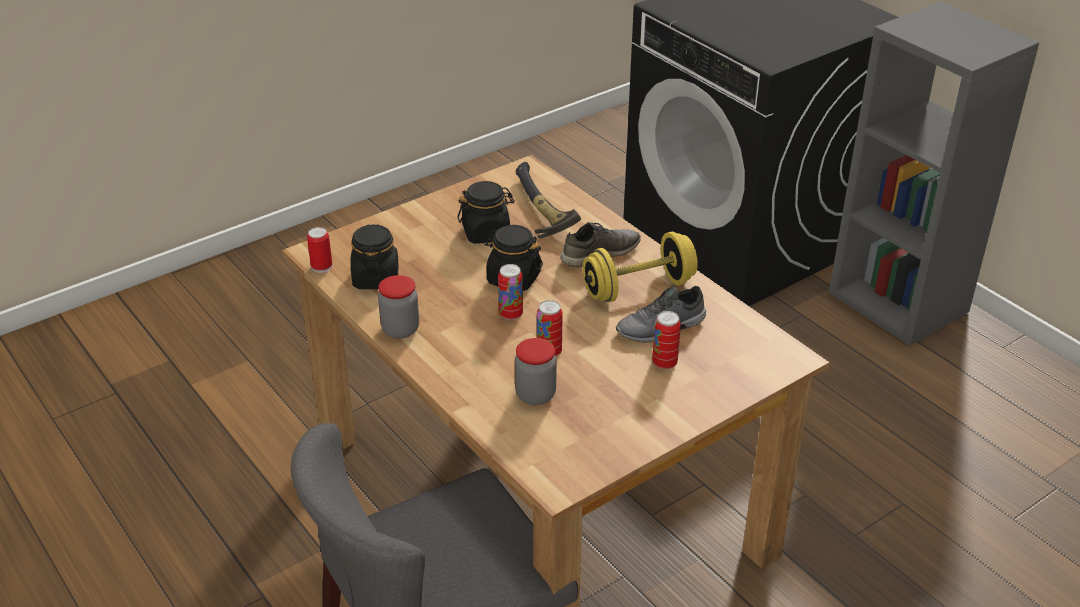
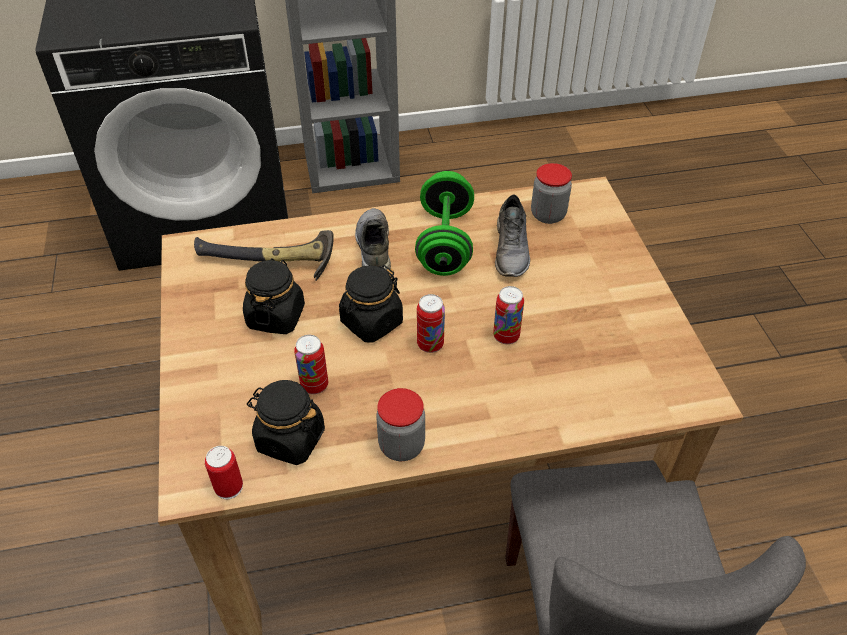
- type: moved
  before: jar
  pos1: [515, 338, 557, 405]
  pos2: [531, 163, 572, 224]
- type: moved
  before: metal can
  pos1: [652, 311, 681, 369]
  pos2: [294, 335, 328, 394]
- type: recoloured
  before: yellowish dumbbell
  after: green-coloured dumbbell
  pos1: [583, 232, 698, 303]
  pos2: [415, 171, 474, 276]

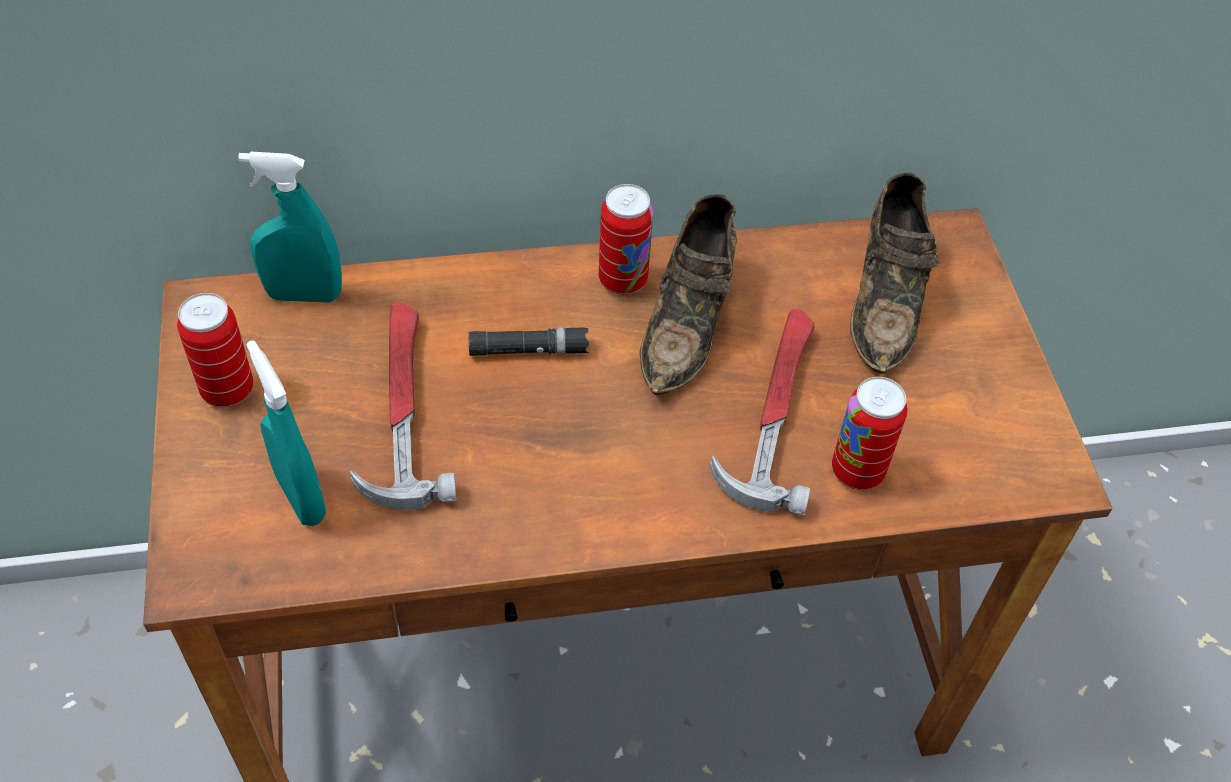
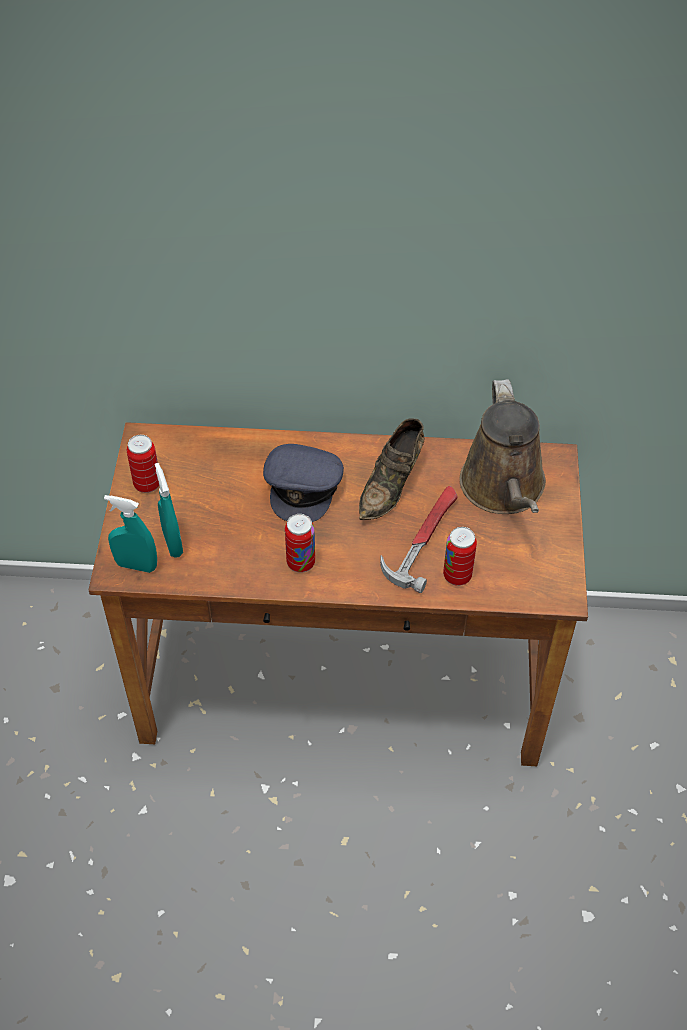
- type: removed
  before: hammer
  pos1: [349, 302, 457, 510]
- type: moved
  before: turquoise hand sprayer
  pos1: [238, 151, 342, 303]
  pos2: [104, 495, 157, 573]
- type: moved
  before: metal can
  pos1: [599, 184, 653, 295]
  pos2: [285, 514, 315, 573]
- type: replaced
  before: blackish torch
  after: greyish peaked cap
  pos1: [469, 327, 589, 356]
  pos2: [263, 444, 344, 522]
- type: replaced
  before: brown shoe
  after: brown watering pot
  pos1: [850, 172, 940, 374]
  pos2: [460, 379, 546, 514]

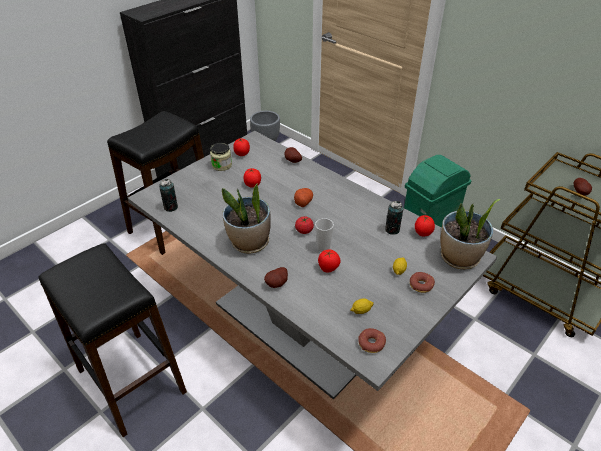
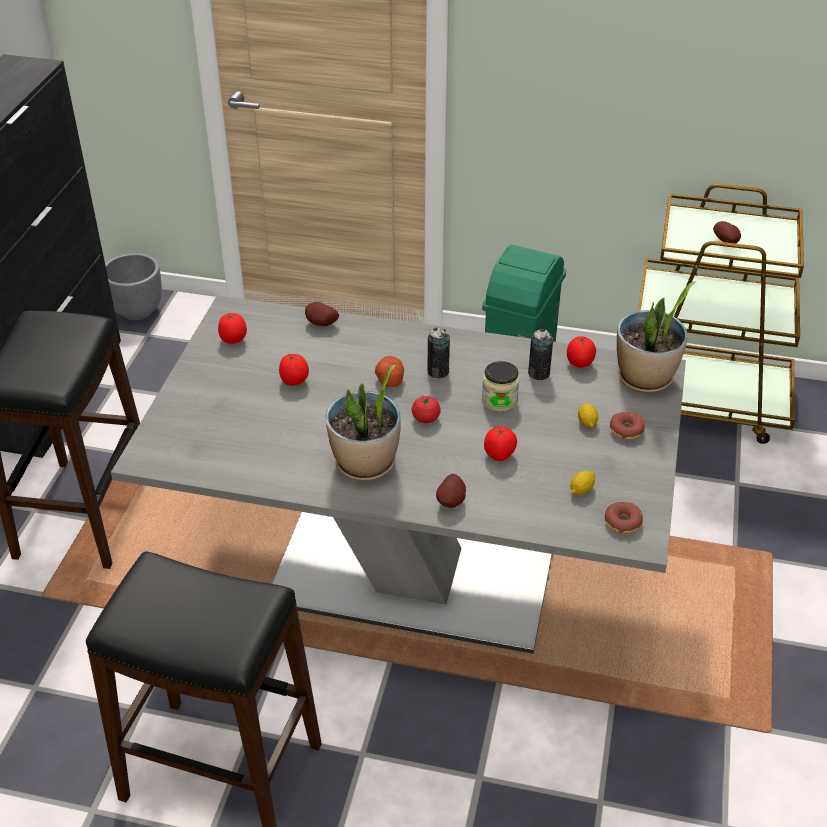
- type: removed
  before: drinking cup
  pos1: [315, 218, 334, 252]
- type: moved
  before: metal can
  pos1: [159, 179, 178, 212]
  pos2: [427, 327, 450, 378]
- type: moved
  before: jar
  pos1: [210, 143, 232, 171]
  pos2: [482, 361, 520, 412]

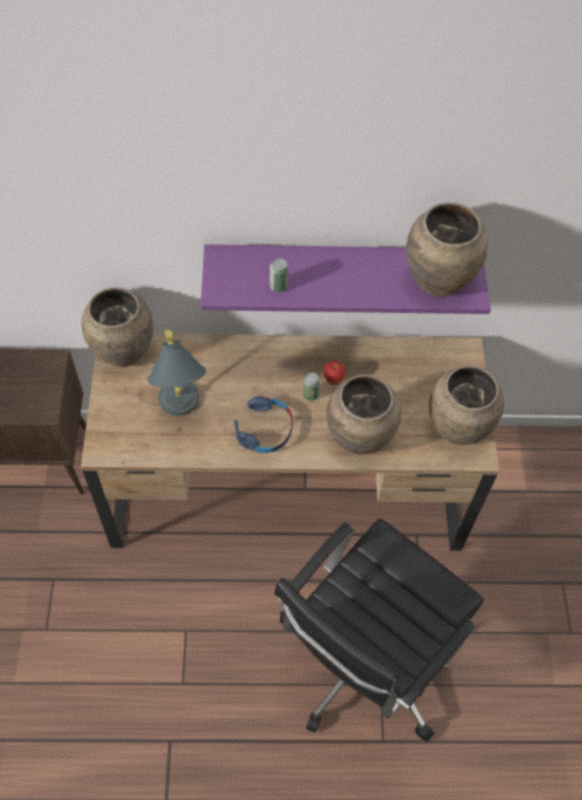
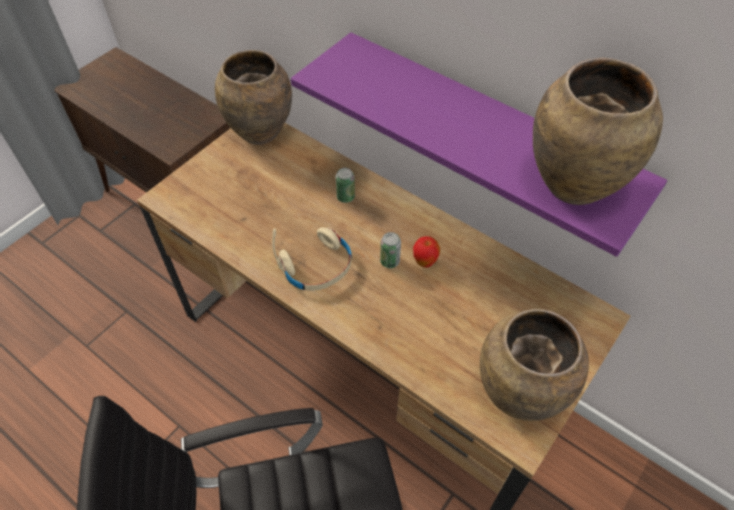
- type: removed
  before: greyish lamp for a table
  pos1: [148, 329, 206, 416]
- type: removed
  before: brown flower vase
  pos1: [327, 374, 401, 455]
- type: moved
  before: metal can
  pos1: [270, 258, 289, 292]
  pos2: [336, 168, 355, 203]
- type: recoloured
  before: bluish headphones
  after: beige headphones
  pos1: [234, 396, 293, 453]
  pos2: [272, 227, 352, 291]

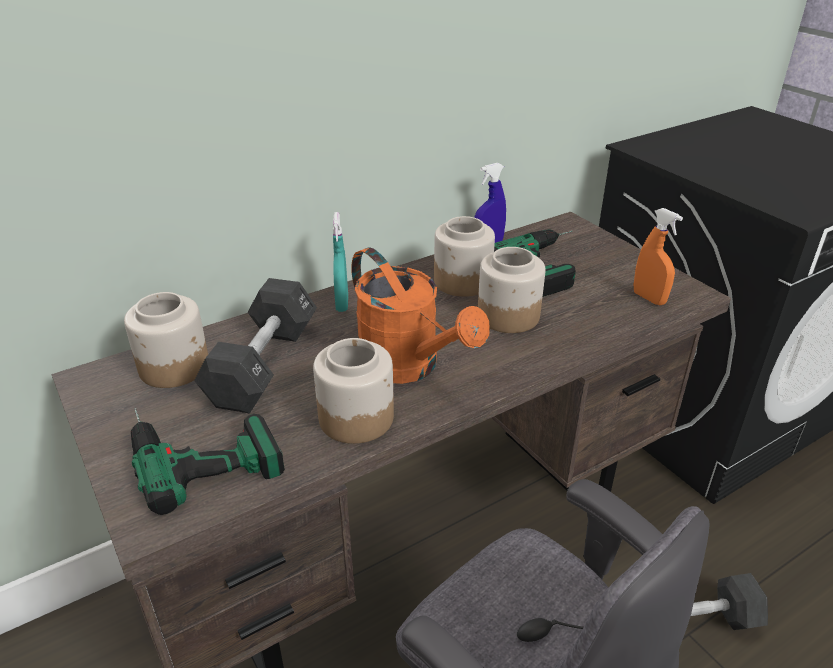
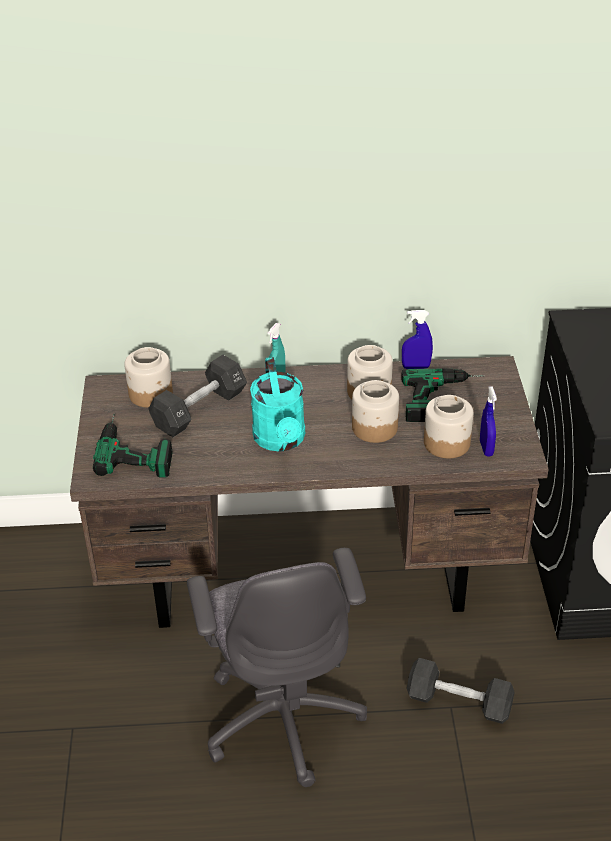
- type: moved
  before: jar
  pos1: [313, 338, 394, 444]
  pos2: [424, 395, 473, 458]
- type: recoloured
  before: orangey watering pot
  after: turquoise watering pot
  pos1: [351, 247, 490, 384]
  pos2: [250, 357, 305, 452]
- type: recoloured
  before: orangey hand sprayer
  after: bluish hand sprayer
  pos1: [634, 208, 683, 305]
  pos2: [480, 386, 497, 456]

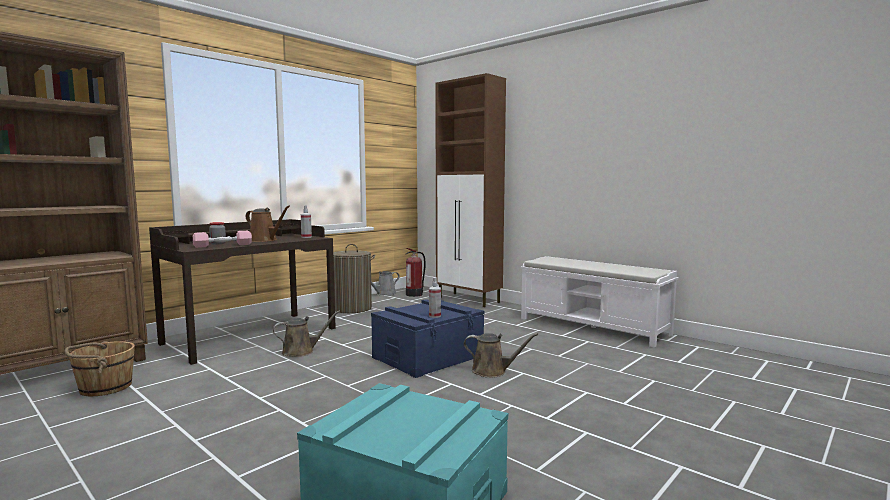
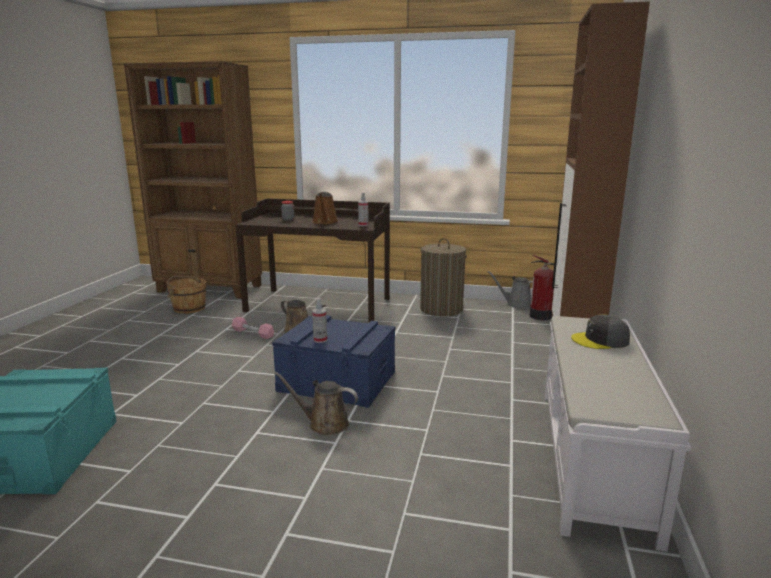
- type: added
  after: greyish peaked cap
  pos2: [571, 314, 630, 349]
- type: moved
  before: pink dumbbell
  pos1: [193, 231, 252, 248]
  pos2: [232, 317, 274, 339]
- type: turned
  before: brown watering pot
  pos1: [464, 333, 538, 378]
  pos2: [274, 372, 358, 435]
  turn: 120

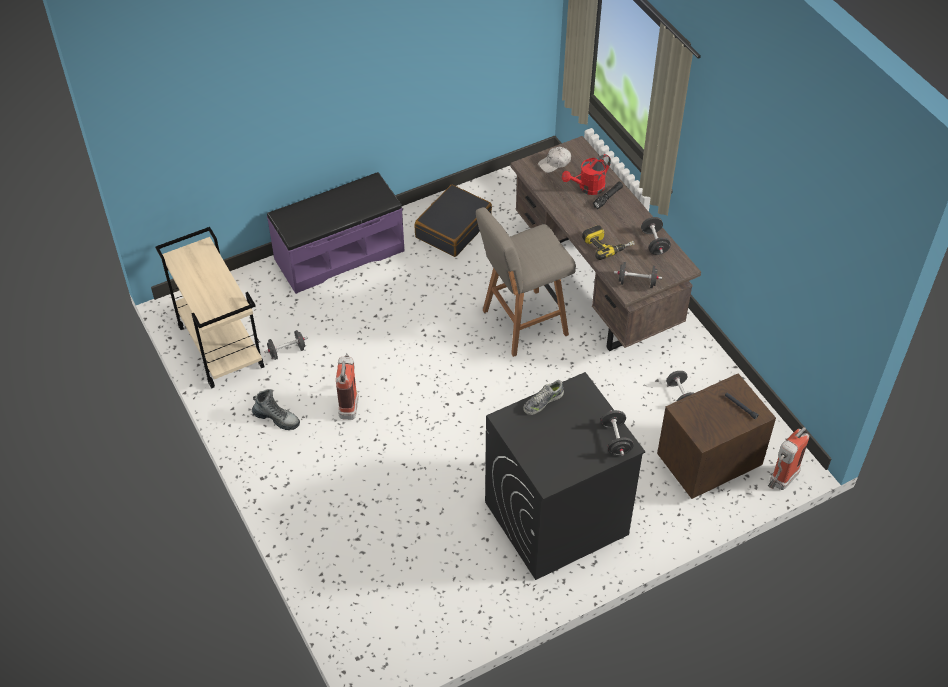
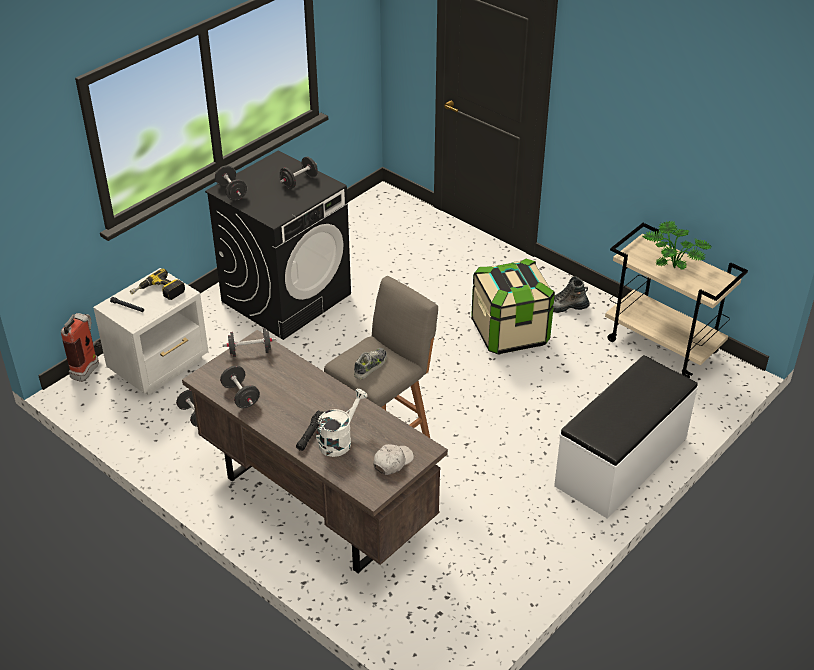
- type: removed
  before: blackish piece of luggage
  pos1: [415, 185, 492, 257]
- type: added
  after: houseplant
  pos2: [643, 221, 712, 270]
- type: moved
  before: blackish dumbbell
  pos1: [264, 330, 308, 360]
  pos2: [280, 157, 318, 189]
- type: moved
  before: shoe
  pos1: [523, 380, 564, 415]
  pos2: [354, 348, 387, 379]
- type: moved
  before: drill
  pos1: [582, 225, 635, 260]
  pos2: [130, 269, 185, 300]
- type: replaced
  before: fire-fighting cylinder
  after: storage box
  pos1: [336, 354, 359, 420]
  pos2: [471, 259, 555, 355]
- type: recoloured
  before: purple-coloured indoor bench
  after: white-coloured indoor bench
  pos1: [267, 172, 404, 294]
  pos2: [554, 355, 698, 519]
- type: recoloured
  before: reddish watering pot
  after: white-coloured watering pot
  pos1: [562, 154, 611, 195]
  pos2: [316, 389, 368, 457]
- type: recoloured
  before: brown nightstand
  after: white-coloured nightstand
  pos1: [657, 373, 776, 499]
  pos2: [93, 268, 209, 395]

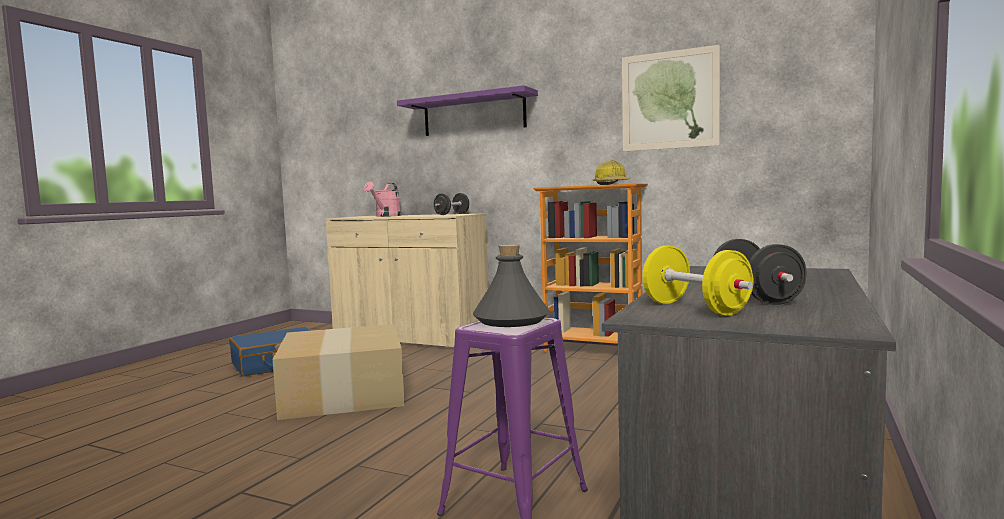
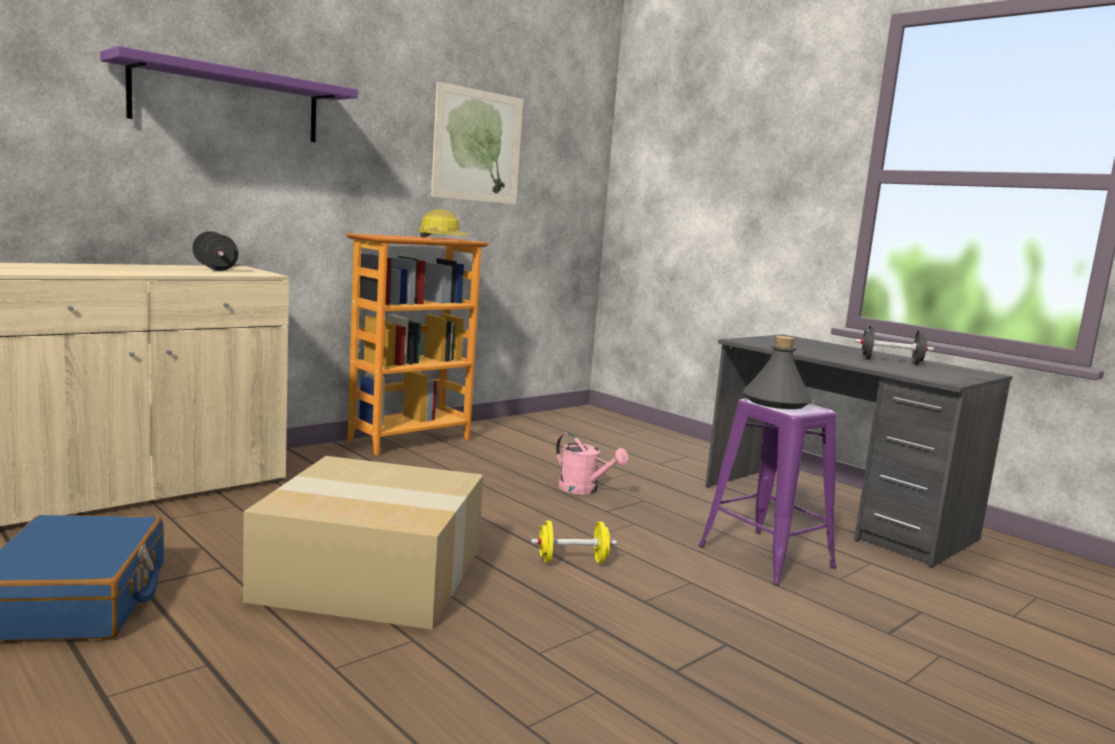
- type: moved
  before: pink watering pot
  pos1: [364, 182, 401, 217]
  pos2: [556, 433, 629, 495]
- type: moved
  before: yellowish dumbbell
  pos1: [642, 245, 754, 316]
  pos2: [531, 521, 617, 563]

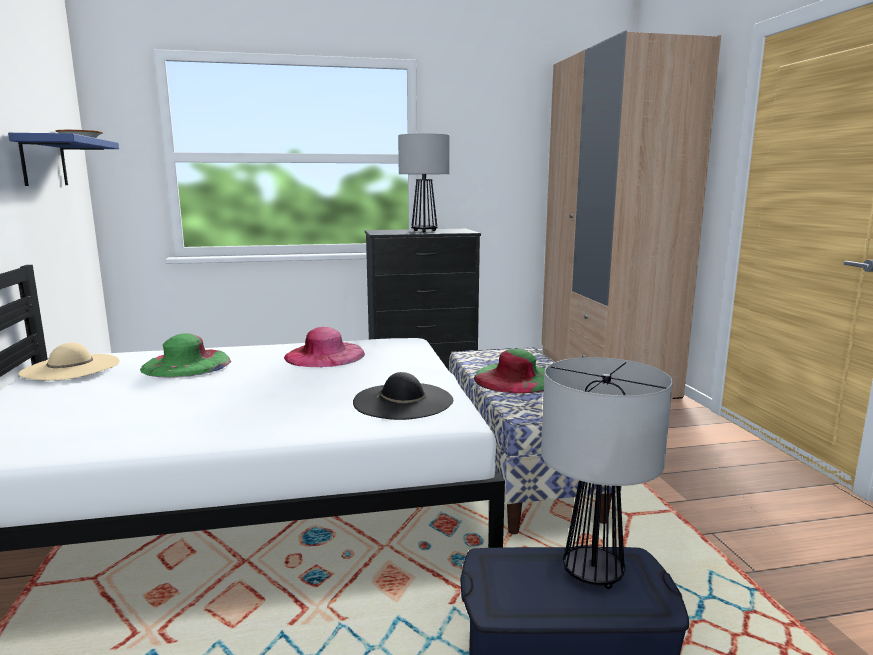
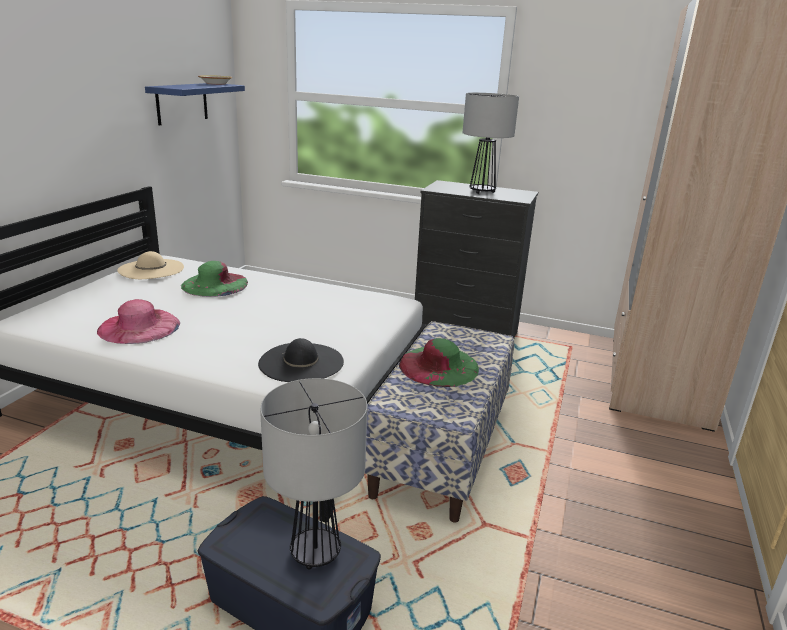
- type: moved
  before: pink hat
  pos1: [284, 327, 365, 367]
  pos2: [97, 299, 180, 344]

